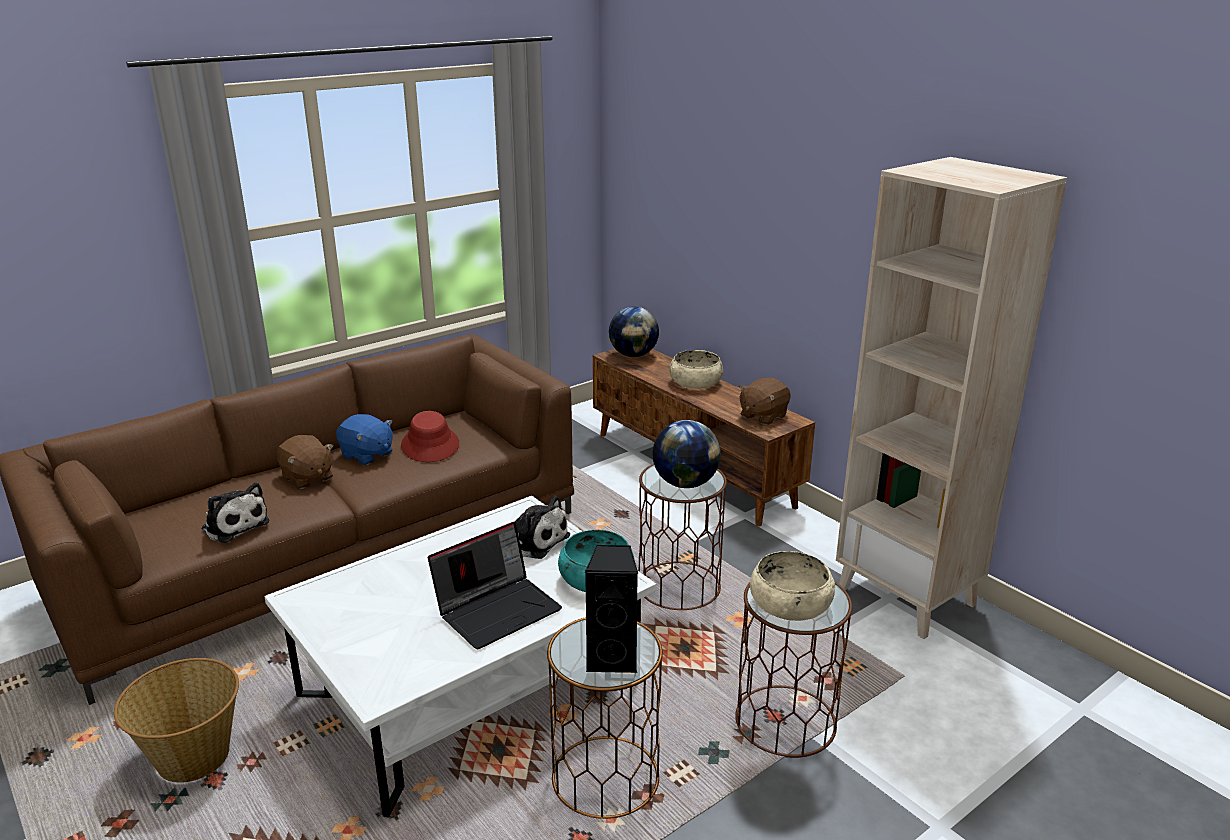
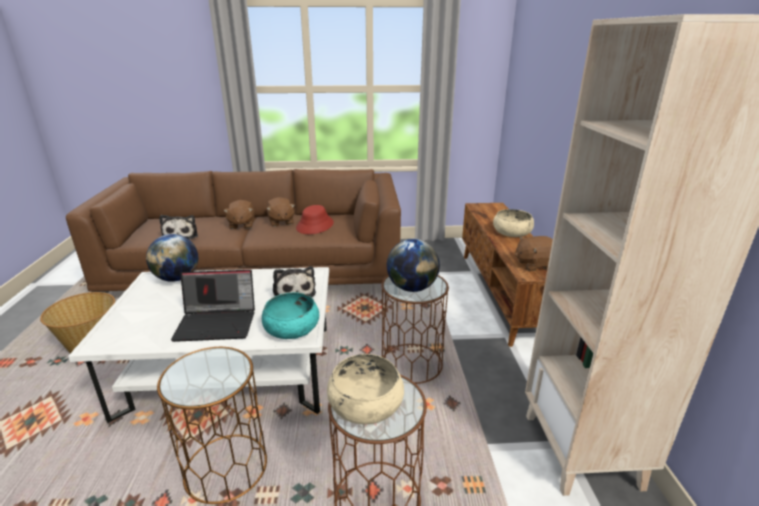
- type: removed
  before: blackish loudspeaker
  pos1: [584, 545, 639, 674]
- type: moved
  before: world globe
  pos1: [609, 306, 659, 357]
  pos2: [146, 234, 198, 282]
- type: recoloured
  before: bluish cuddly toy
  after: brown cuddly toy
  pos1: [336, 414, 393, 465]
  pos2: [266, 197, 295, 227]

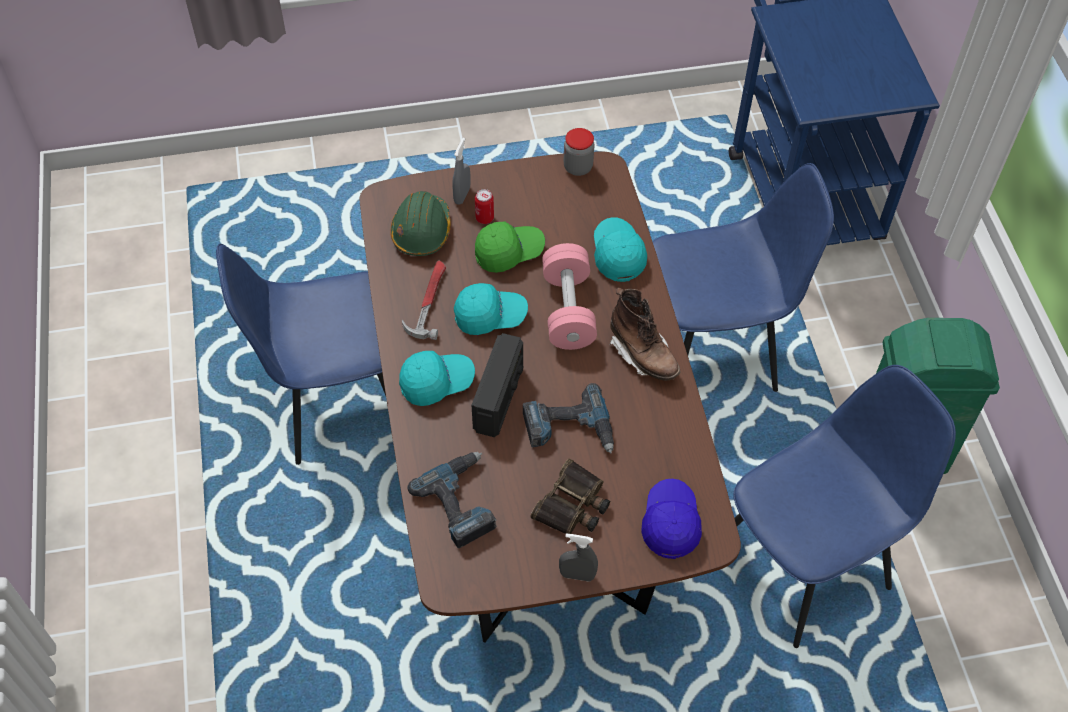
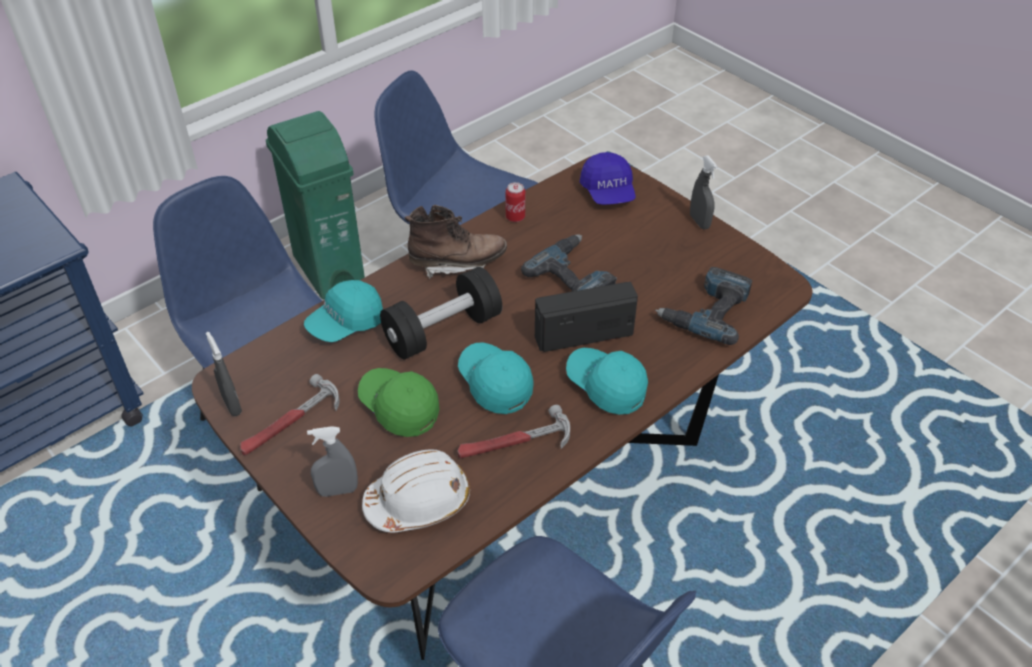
- type: removed
  before: field glasses
  pos1: [530, 458, 610, 534]
- type: added
  after: hammer
  pos2: [240, 374, 340, 456]
- type: moved
  before: metal can
  pos1: [475, 189, 494, 224]
  pos2: [506, 182, 525, 222]
- type: replaced
  before: jar
  after: greyish hand sprayer
  pos1: [563, 128, 595, 176]
  pos2: [206, 332, 242, 416]
- type: recoloured
  before: green-coloured hard hat
  after: white-coloured hard hat
  pos1: [390, 191, 451, 256]
  pos2: [362, 449, 470, 532]
- type: recoloured
  before: pink dumbbell
  after: blackish dumbbell
  pos1: [542, 243, 597, 350]
  pos2: [380, 267, 502, 359]
- type: turned
  before: brown boot
  pos1: [609, 288, 681, 381]
  pos2: [405, 205, 507, 279]
  turn: 60
- type: turned
  before: bluish peaked cap
  pos1: [641, 479, 702, 559]
  pos2: [580, 152, 635, 205]
  turn: -75

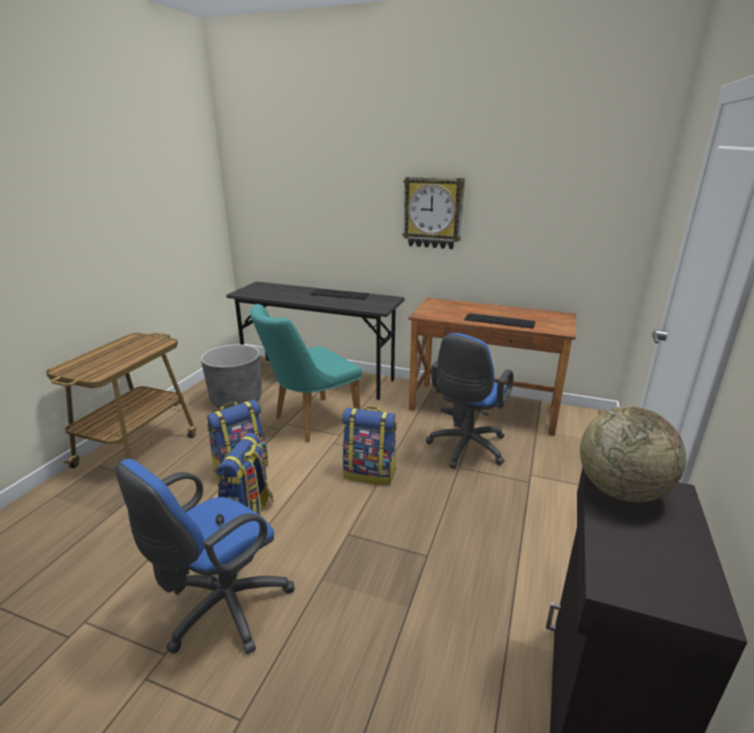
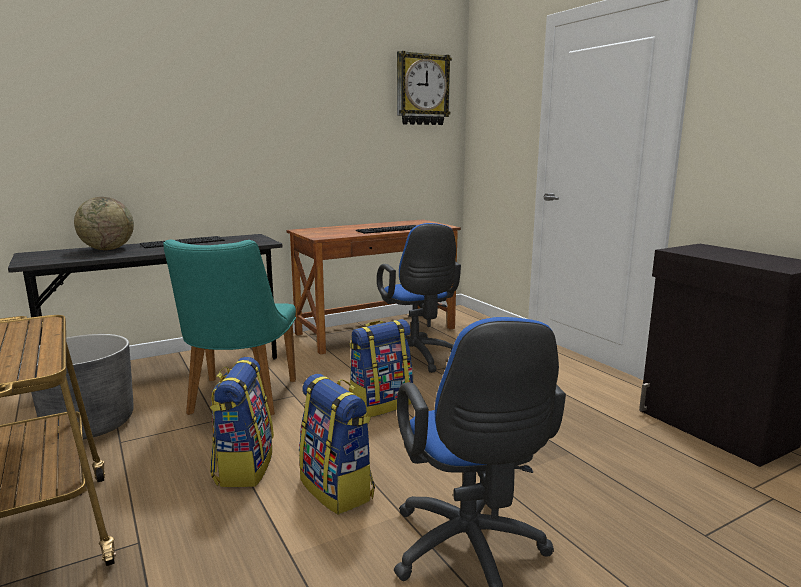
- type: moved
  before: wall clock
  pos1: [402, 177, 465, 249]
  pos2: [397, 51, 452, 125]
- type: moved
  before: world globe
  pos1: [580, 406, 686, 502]
  pos2: [74, 197, 134, 250]

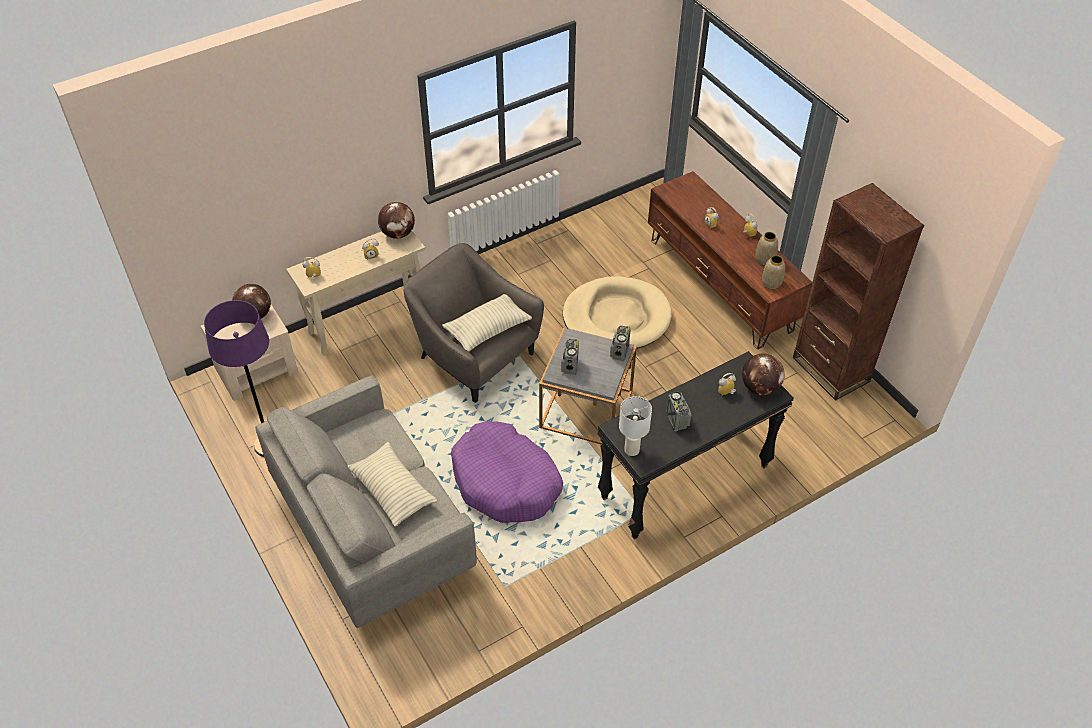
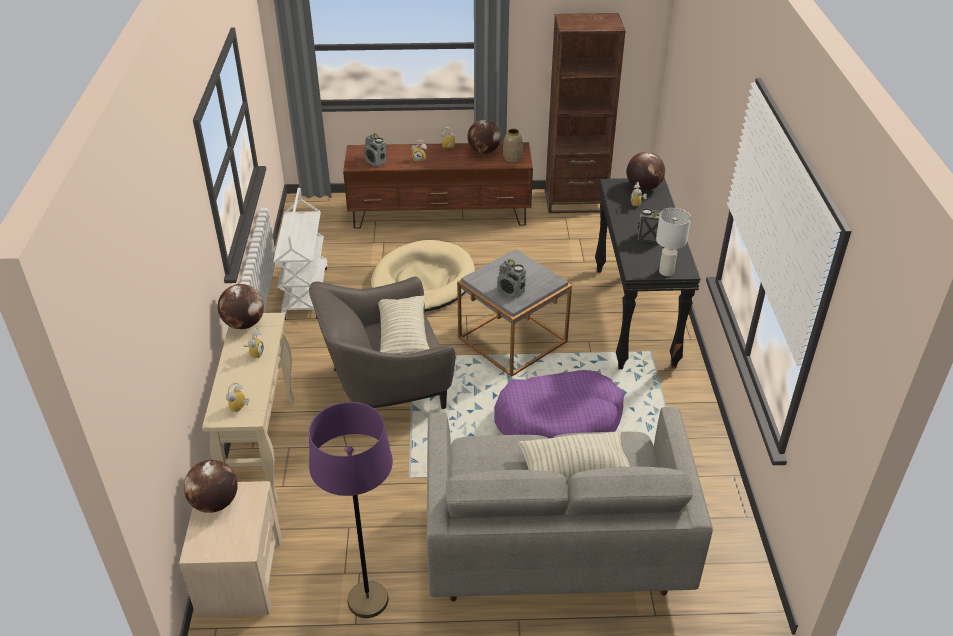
- type: added
  after: white-coloured trolley
  pos2: [274, 188, 328, 320]
- type: moved
  before: radio receiver
  pos1: [610, 326, 631, 362]
  pos2: [364, 133, 387, 167]
- type: replaced
  before: flower vase
  after: world globe
  pos1: [756, 232, 778, 265]
  pos2: [467, 119, 501, 154]

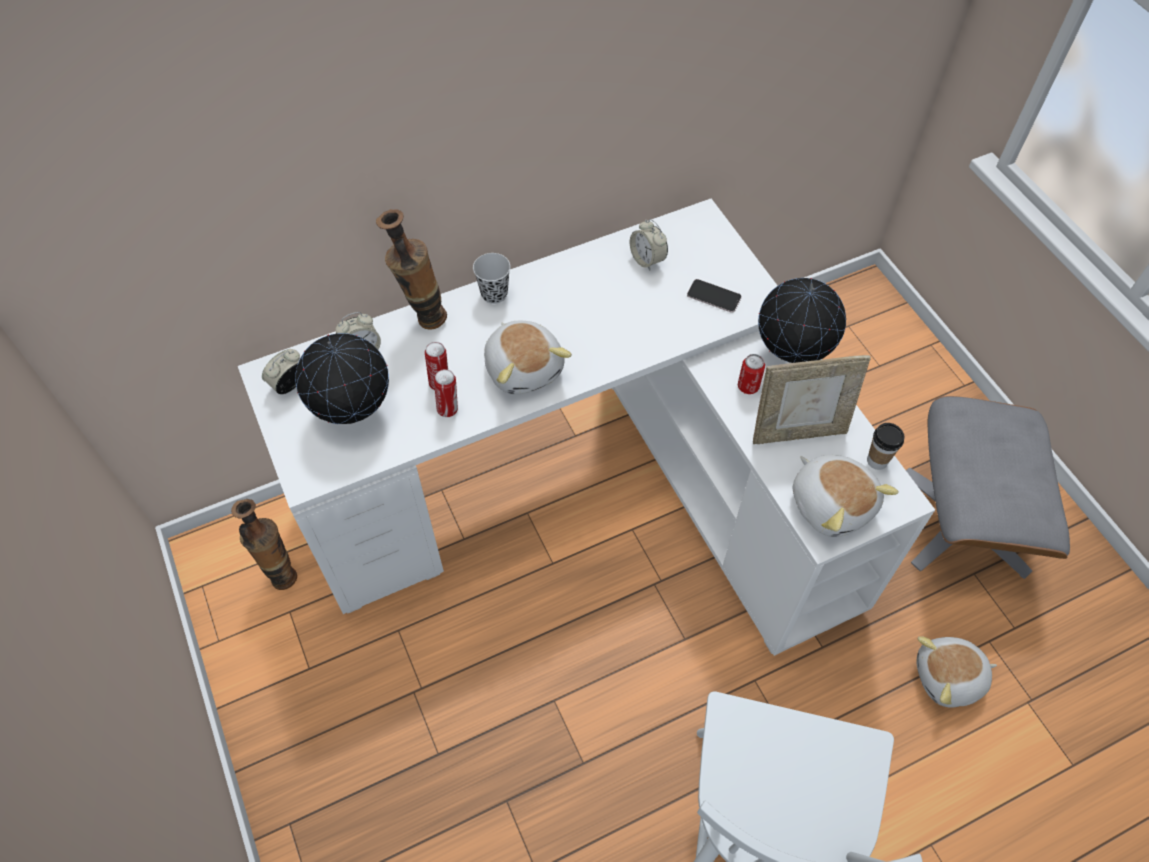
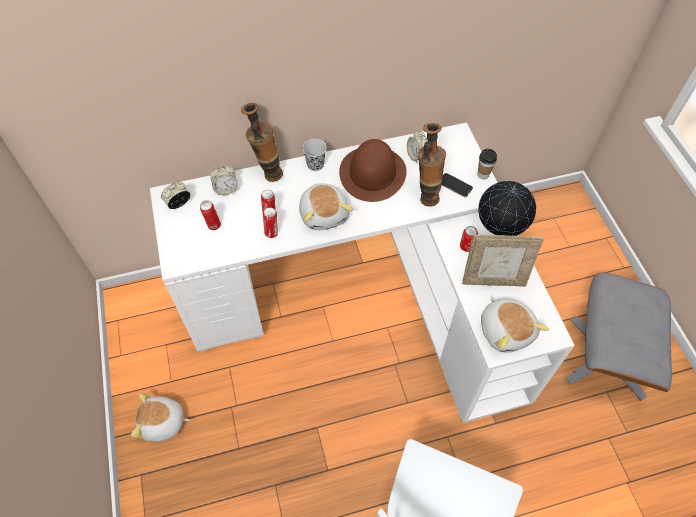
- type: added
  after: brown hat
  pos2: [339, 139, 407, 202]
- type: moved
  before: flower vase
  pos1: [231, 499, 297, 590]
  pos2: [418, 123, 446, 206]
- type: moved
  before: drinking cup
  pos1: [867, 423, 905, 470]
  pos2: [477, 149, 497, 179]
- type: moved
  before: cuddly toy
  pos1: [916, 636, 997, 708]
  pos2: [131, 393, 190, 442]
- type: replaced
  before: world globe
  after: metal can
  pos1: [296, 333, 389, 424]
  pos2: [200, 200, 221, 230]

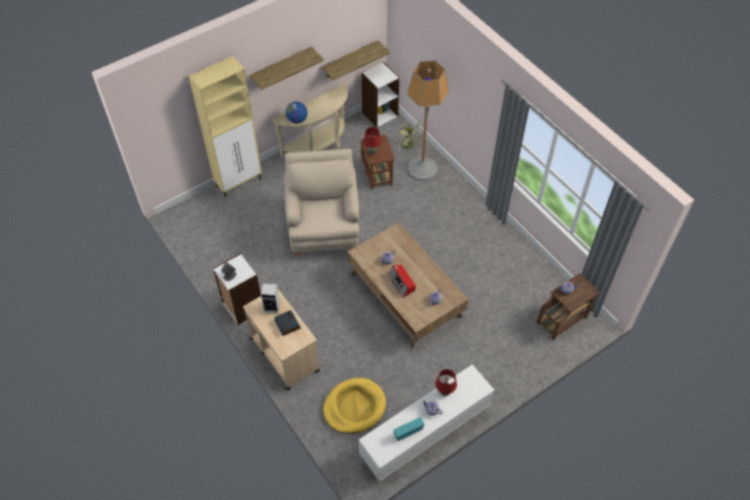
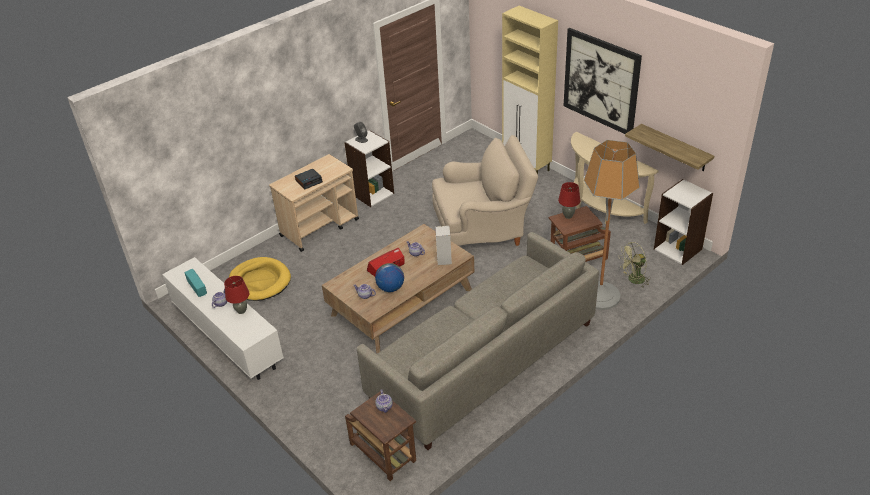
- type: added
  after: greyish couch
  pos2: [357, 232, 599, 450]
- type: moved
  before: loudspeaker
  pos1: [261, 283, 280, 314]
  pos2: [435, 226, 452, 265]
- type: moved
  before: world globe
  pos1: [286, 101, 307, 124]
  pos2: [375, 263, 404, 292]
- type: replaced
  before: shelf
  after: wall art
  pos1: [249, 46, 324, 90]
  pos2: [564, 28, 642, 134]

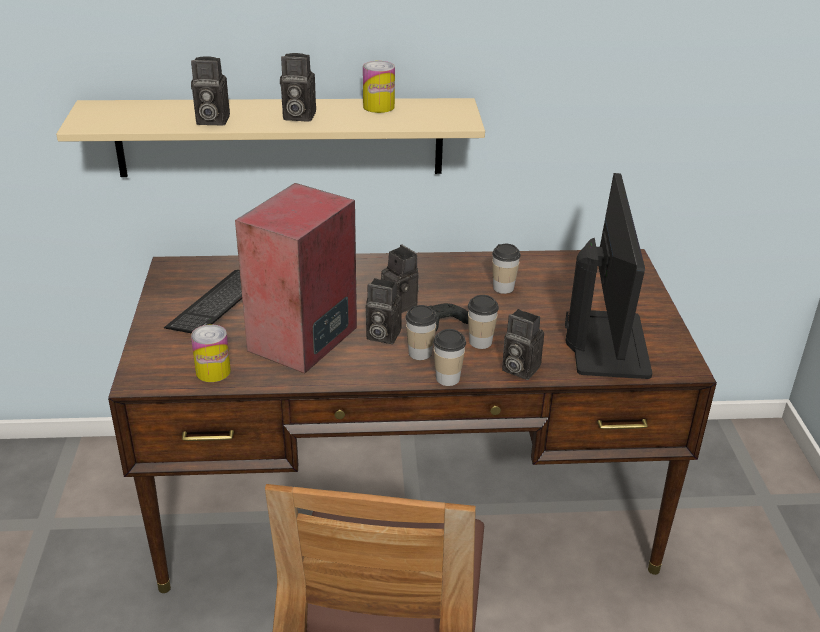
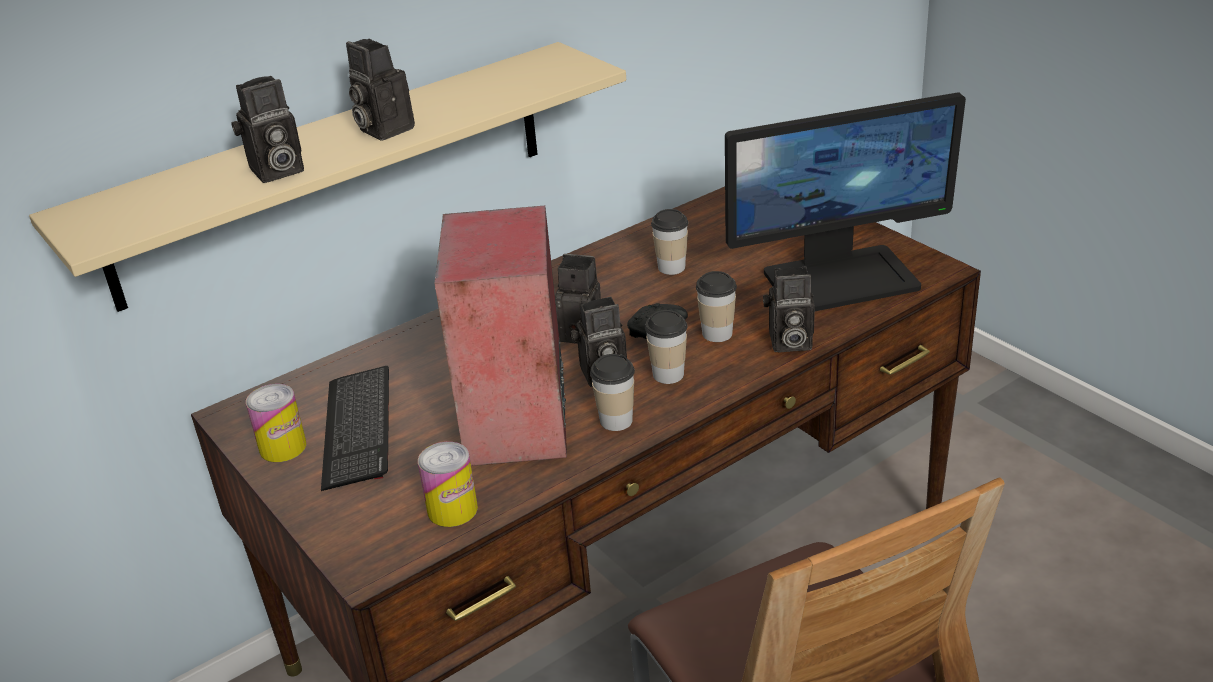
- type: moved
  before: metal can
  pos1: [363, 61, 395, 113]
  pos2: [246, 384, 306, 462]
- type: moved
  before: drinking cup
  pos1: [433, 329, 466, 386]
  pos2: [590, 354, 635, 431]
- type: turned
  before: photo camera
  pos1: [280, 53, 316, 122]
  pos2: [346, 39, 415, 141]
  turn: 75
- type: turned
  before: computer screen
  pos1: [565, 173, 652, 379]
  pos2: [725, 93, 966, 311]
  turn: 105

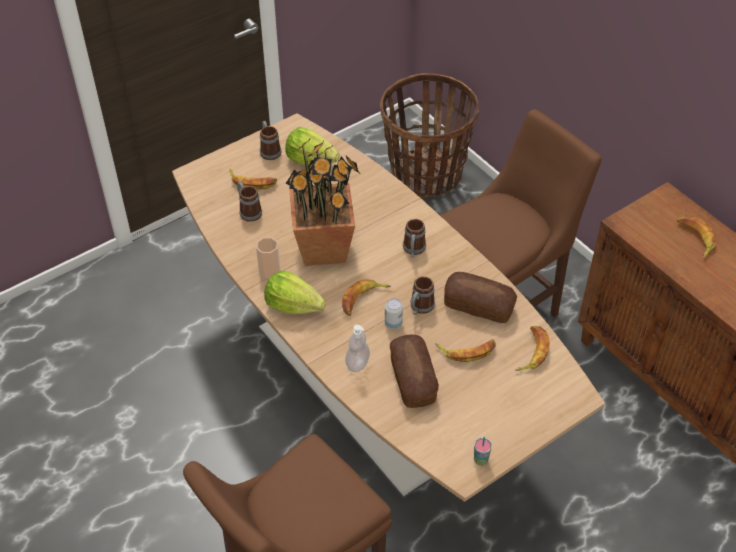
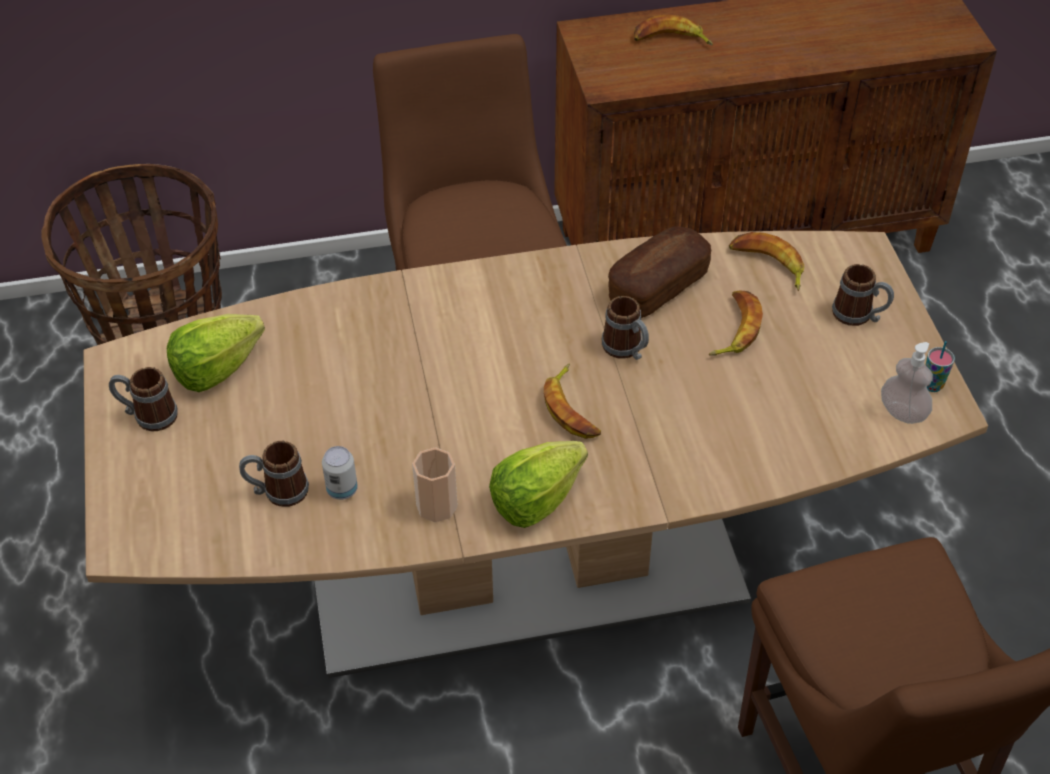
- type: removed
  before: banana fruit
  pos1: [229, 169, 277, 189]
- type: removed
  before: houseplant
  pos1: [286, 139, 360, 266]
- type: removed
  before: baked bread
  pos1: [390, 335, 439, 408]
- type: moved
  before: soap dispenser
  pos1: [345, 325, 370, 372]
  pos2: [881, 342, 933, 424]
- type: moved
  before: metal can
  pos1: [385, 298, 403, 329]
  pos2: [322, 446, 358, 500]
- type: moved
  before: coffee mug
  pos1: [403, 219, 426, 257]
  pos2: [832, 264, 894, 326]

